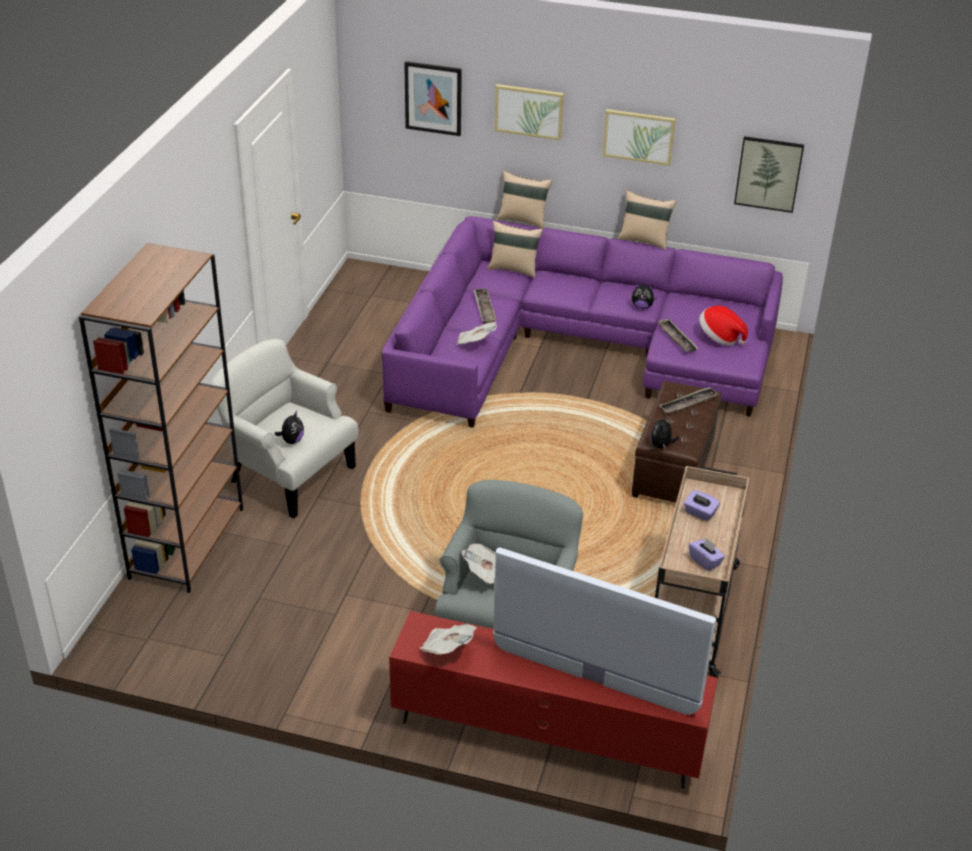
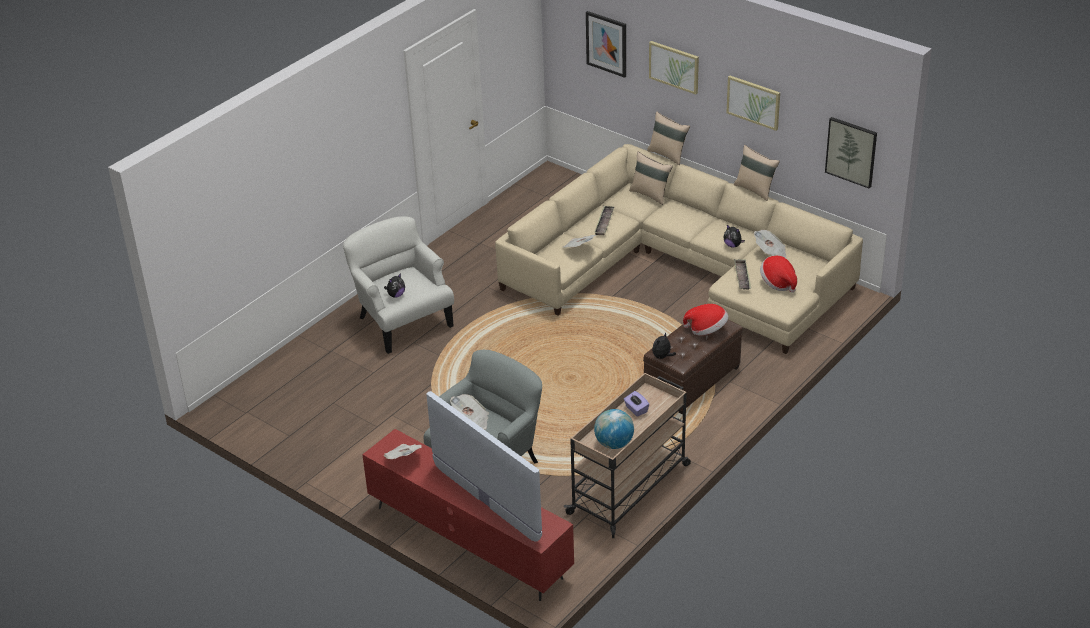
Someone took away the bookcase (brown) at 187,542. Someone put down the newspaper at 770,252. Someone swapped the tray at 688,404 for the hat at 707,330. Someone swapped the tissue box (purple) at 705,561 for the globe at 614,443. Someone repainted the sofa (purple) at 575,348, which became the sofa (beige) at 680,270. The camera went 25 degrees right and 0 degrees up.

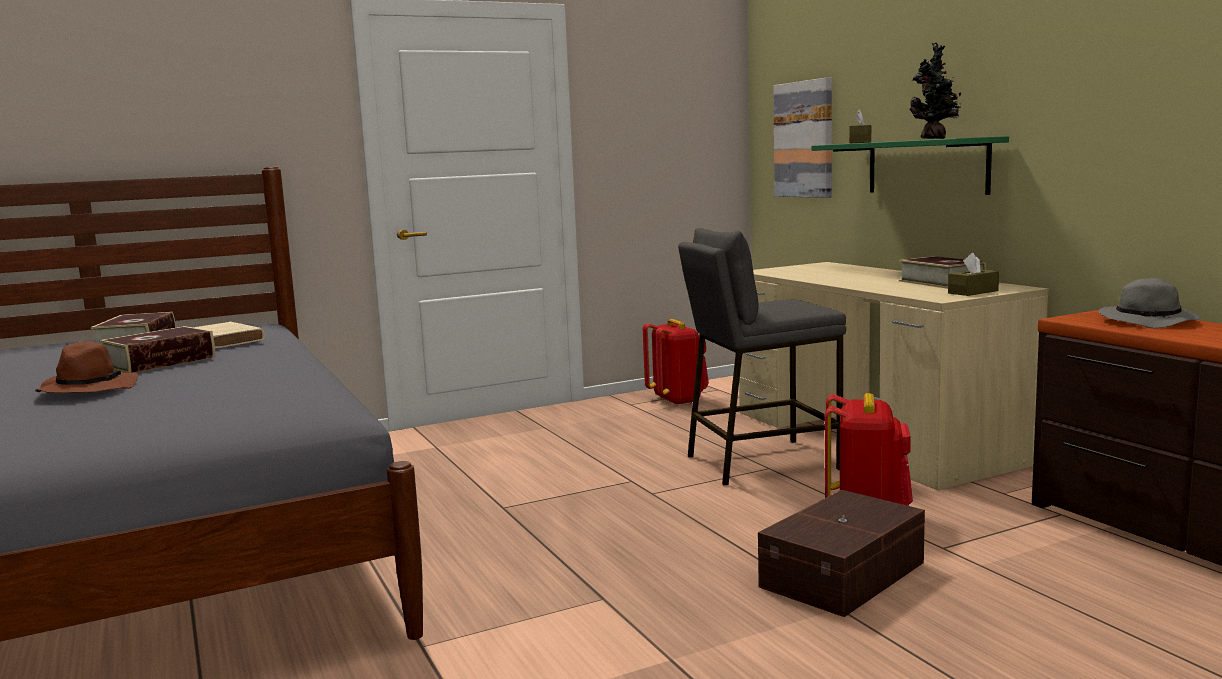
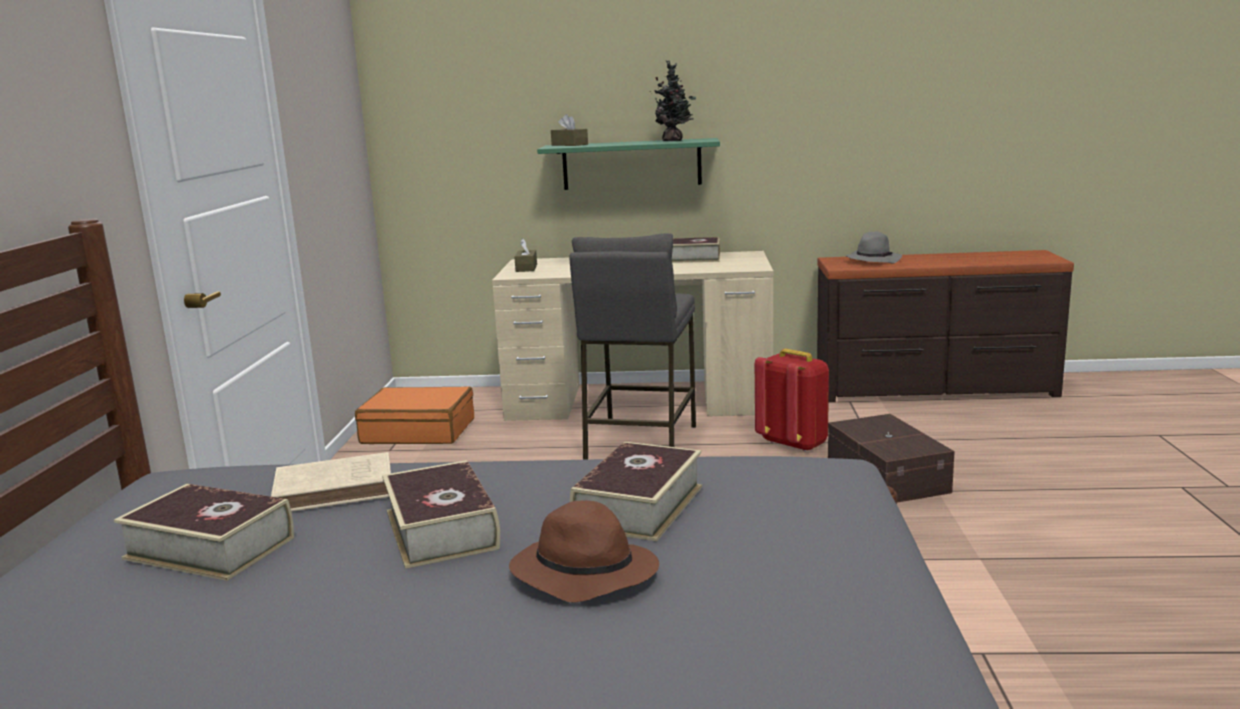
Someone took away the picture at 804,139. Someone put down the book at 639,506. Someone carried the tissue box (brown) from 973,292 to 526,268. Someone swapped the backpack (red) at 677,400 for the suitcase (orange) at 419,431. The camera went 60 degrees left and 5 degrees up.

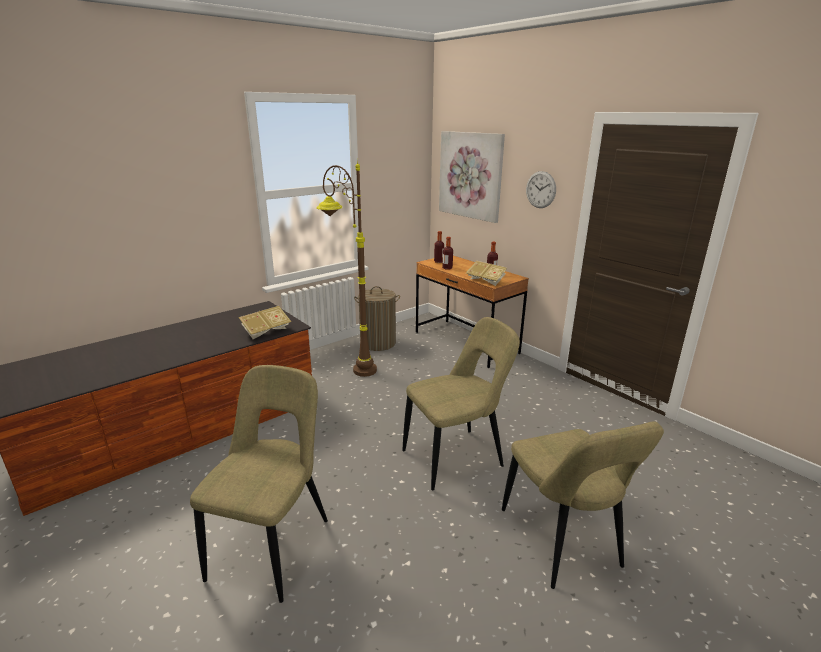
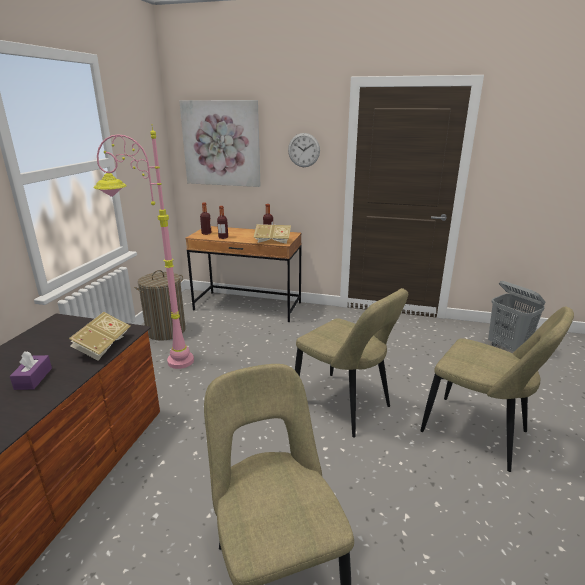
Someone put down the tissue box (purple) at 33,378. Someone put down the laundry basket (grey) at 508,348. Someone repainted the floor lamp (brown) at 351,364, which became the floor lamp (pink) at 159,360. Someone rotated the chair (beige) at 457,457 by 105 degrees clockwise. The camera went 35 degrees left and 0 degrees up.

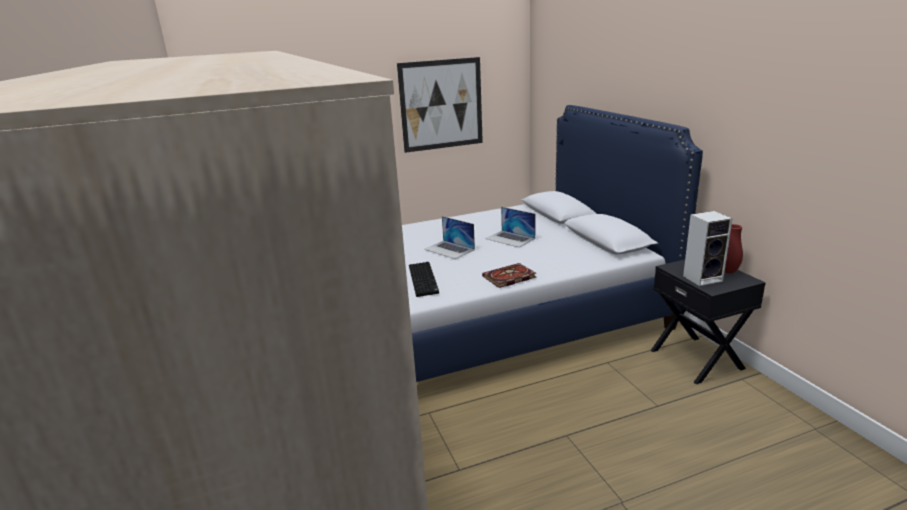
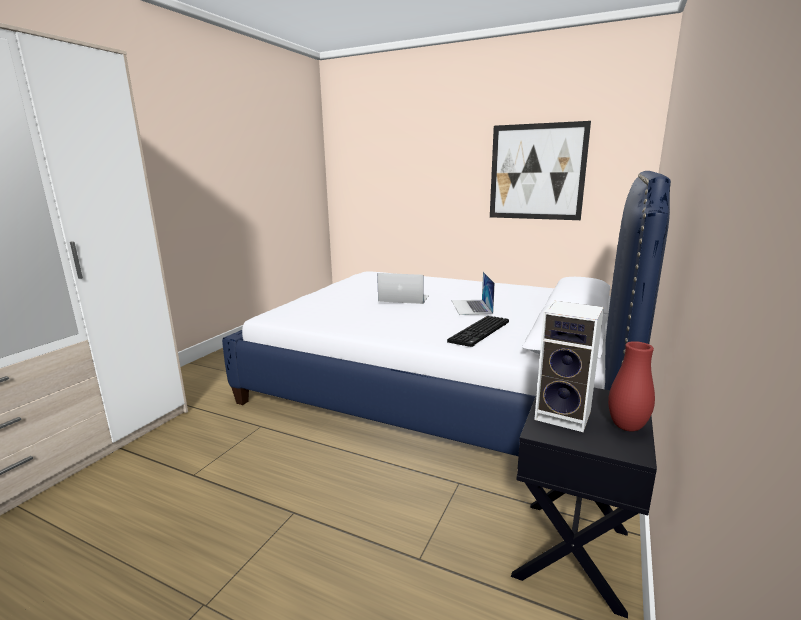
Someone took away the book at 508,278. Someone carried the keyboard from 424,280 to 480,332. Someone rotated the laptop at 449,249 by 105 degrees clockwise. The camera went 45 degrees right and 5 degrees down.

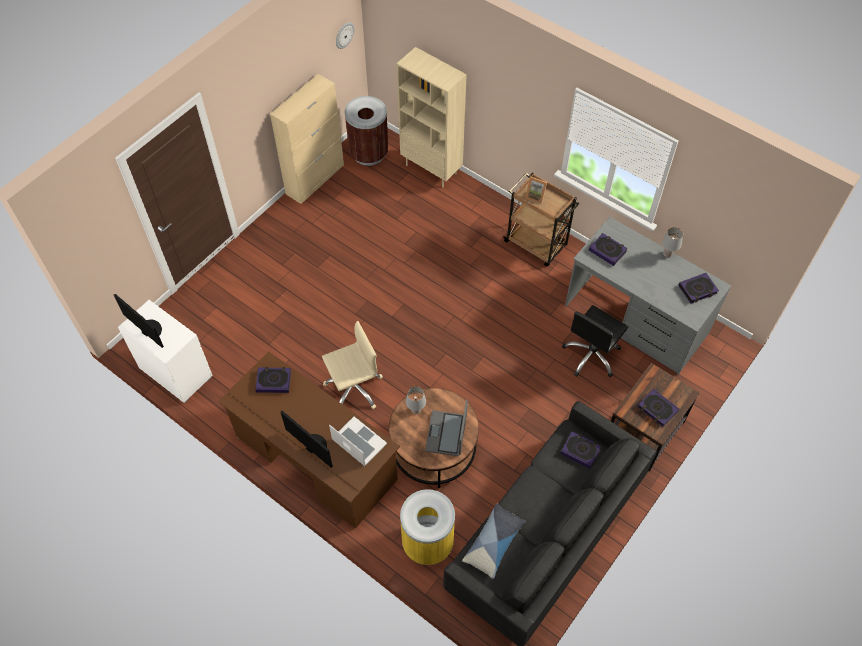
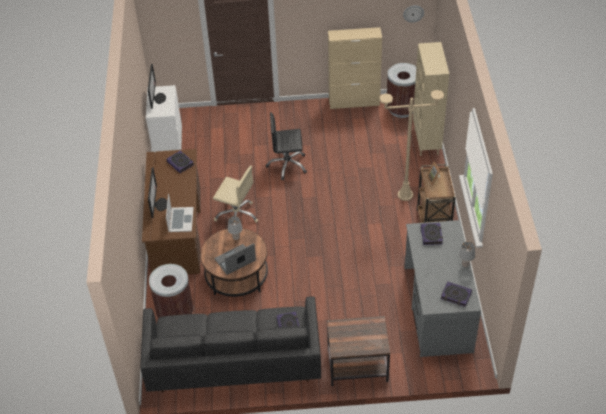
Someone took away the pillow at 494,543. Someone took away the book at 657,409. Someone put down the floor lamp (beige) at 405,195. Someone carried the office chair (black) from 591,355 to 287,165. Someone repainted the trash can (yellow) at 427,543, which became the trash can (brown) at 175,313. The camera went 50 degrees right and 10 degrees down.

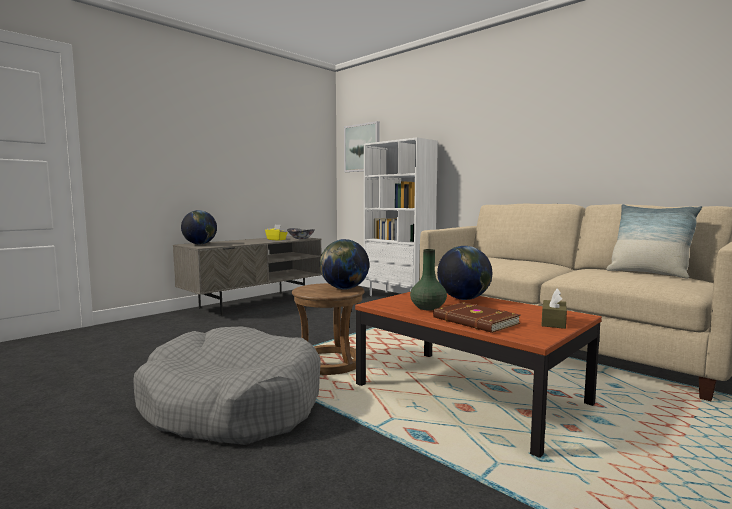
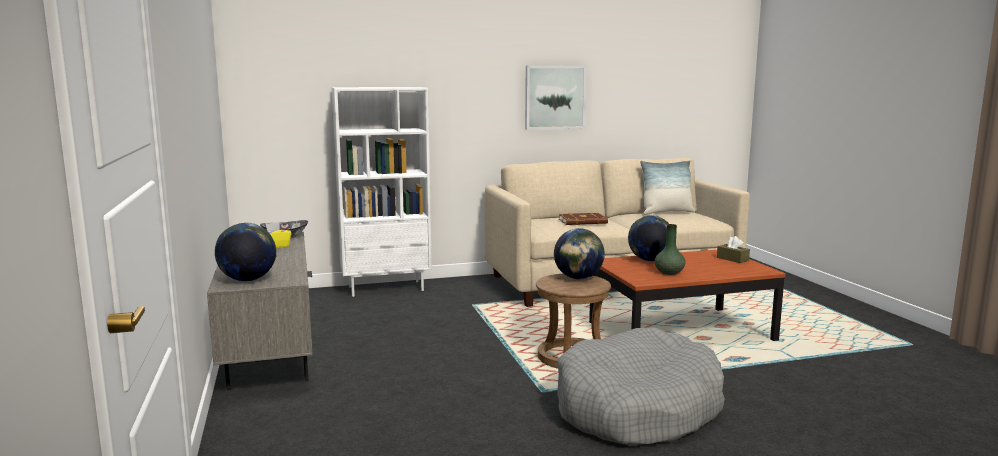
Someone carried the picture from 362,148 to 554,97. Someone carried the book (brown) from 475,321 to 583,222. The camera went 60 degrees left and 5 degrees up.

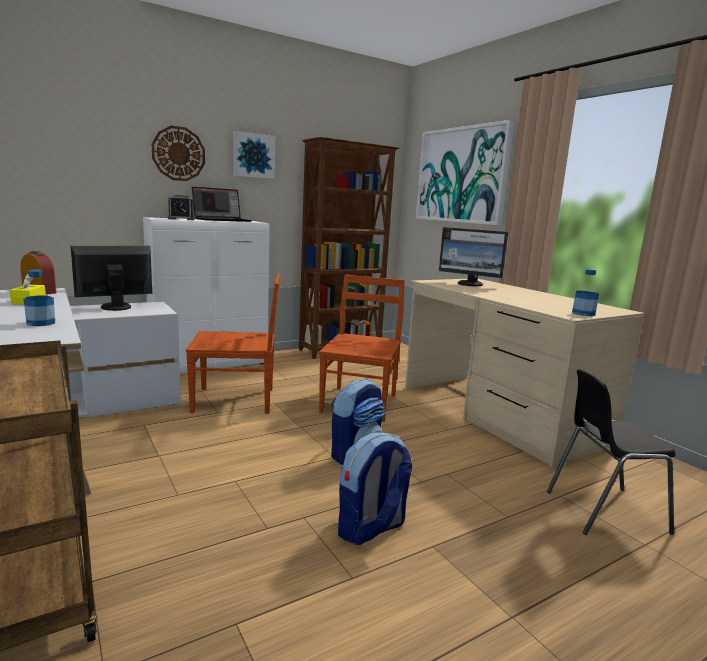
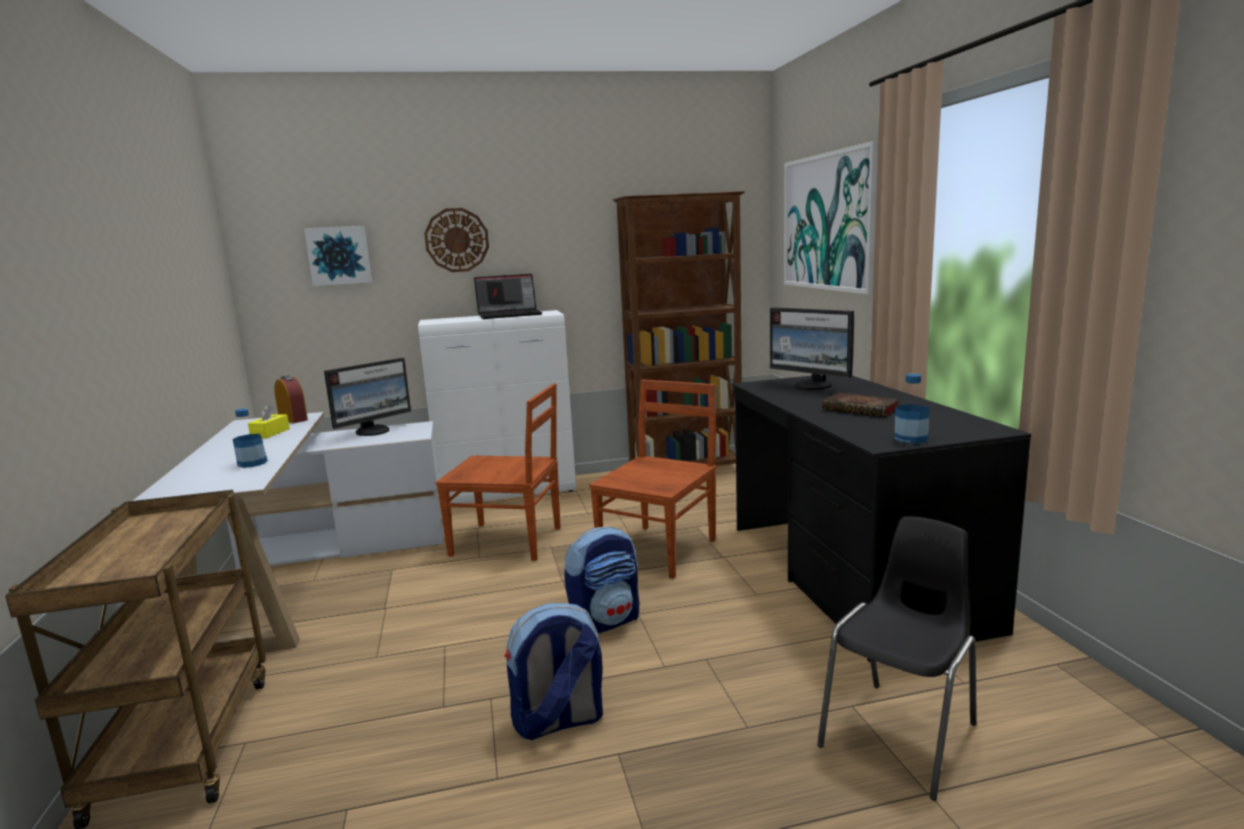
Someone took away the alarm clock at 181,219. Someone put down the book at 863,409. Someone carried the picture from 253,156 to 339,255. Someone repainted the desk (beige) at 499,413, which became the desk (black) at 850,574. Someone rotated the monitor at 115,307 by 150 degrees clockwise. Someone rotated the chair (black) at 603,511 by 120 degrees clockwise. The camera went 20 degrees right and 0 degrees up.

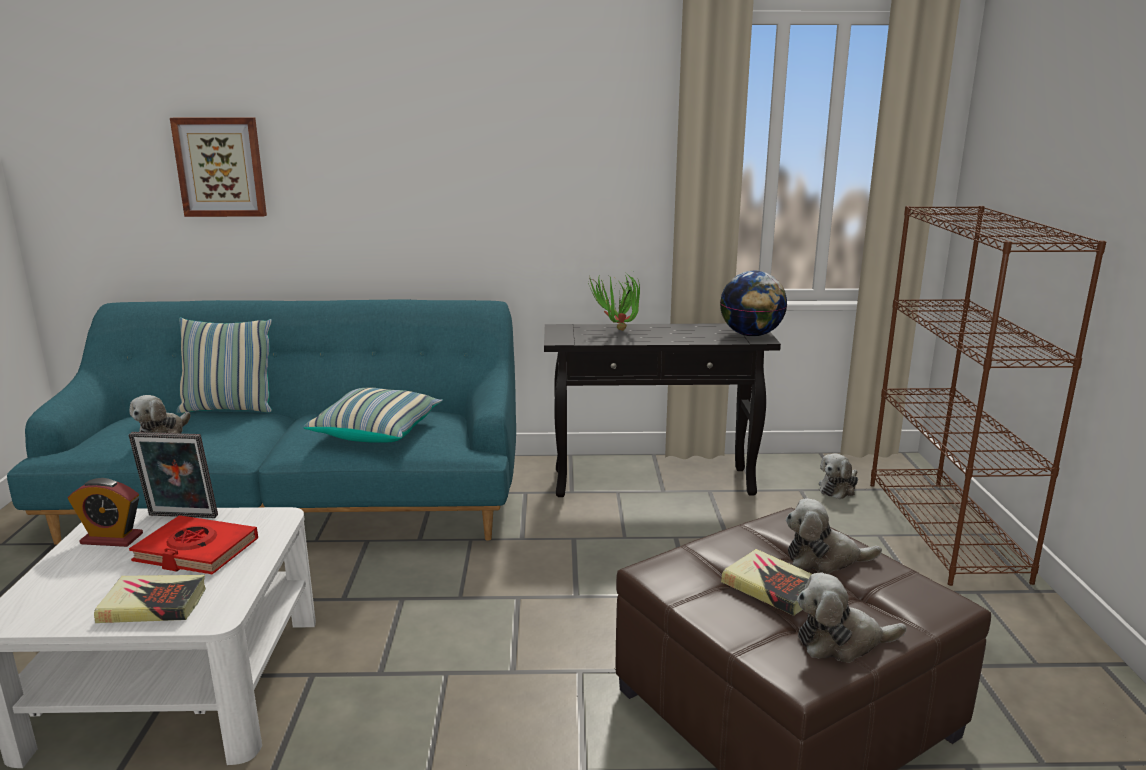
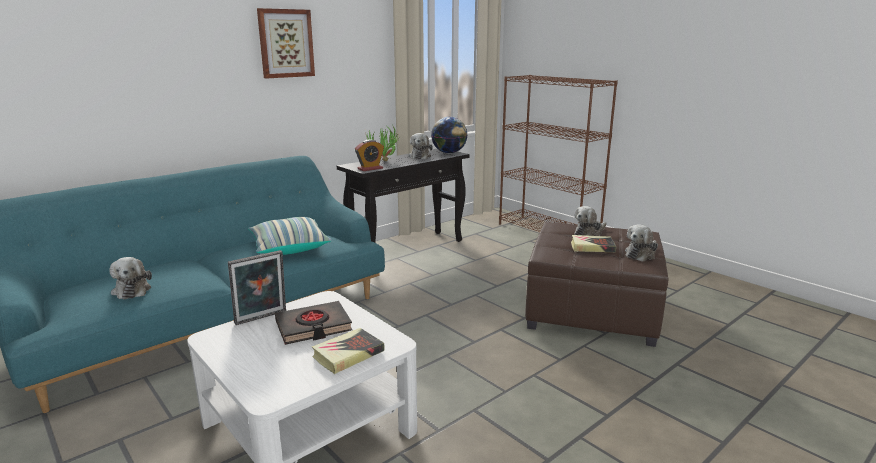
Someone took away the pillow at 228,409. Someone carried the alarm clock from 112,539 to 370,168. Someone carried the picture from 220,167 to 286,43. Someone carried the plush toy from 838,488 to 420,156. Someone repainted the book (red) at 196,551, which became the book (black) at 313,327. The camera went 40 degrees left and 0 degrees up.

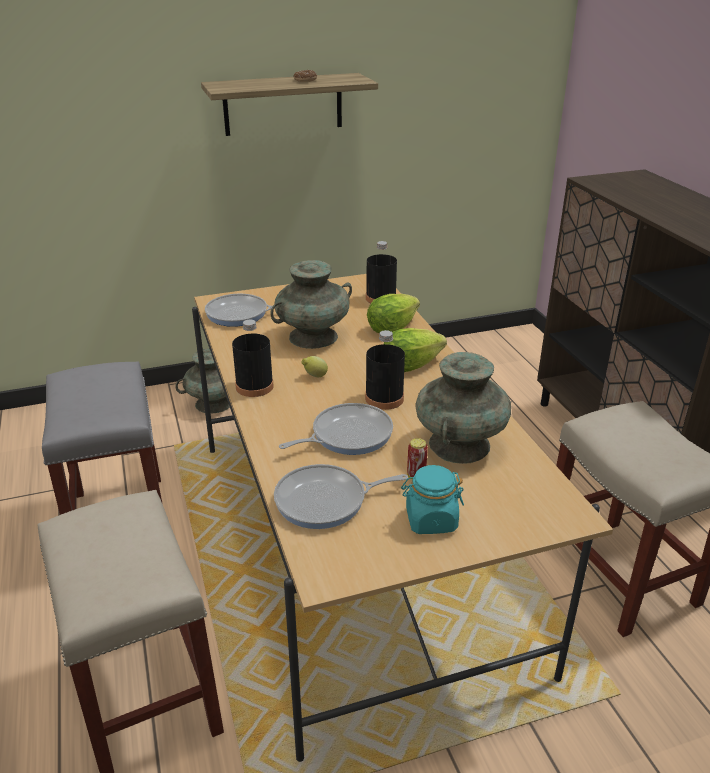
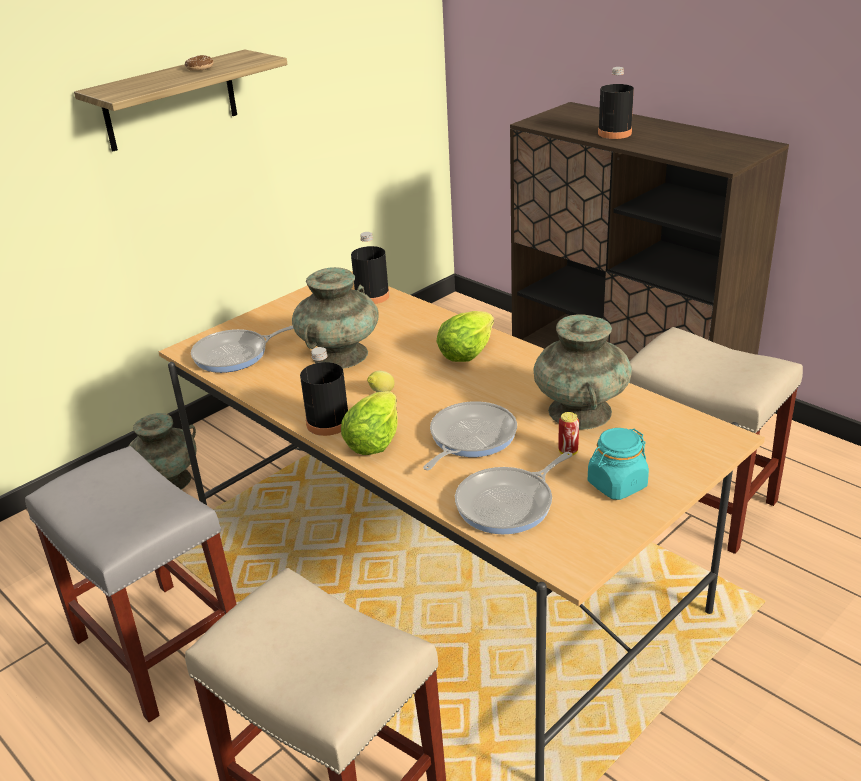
Someone carried the bottle (black) from 384,398 to 614,133. Someone carried the lettuce from 391,328 to 373,442. The camera went 25 degrees left and 0 degrees up.

